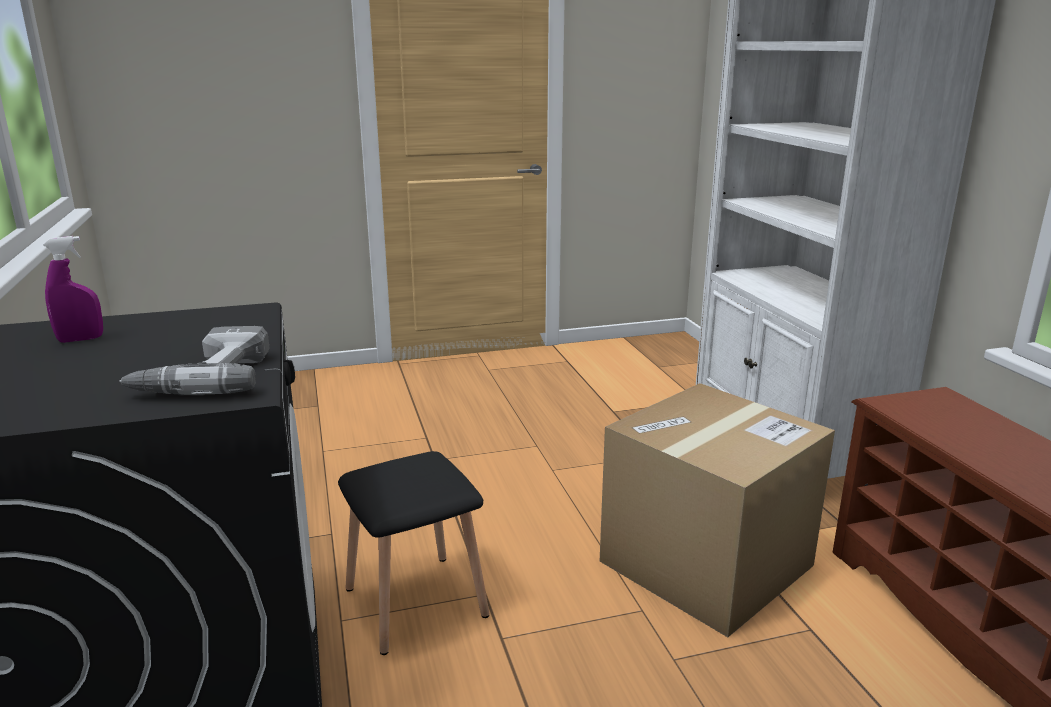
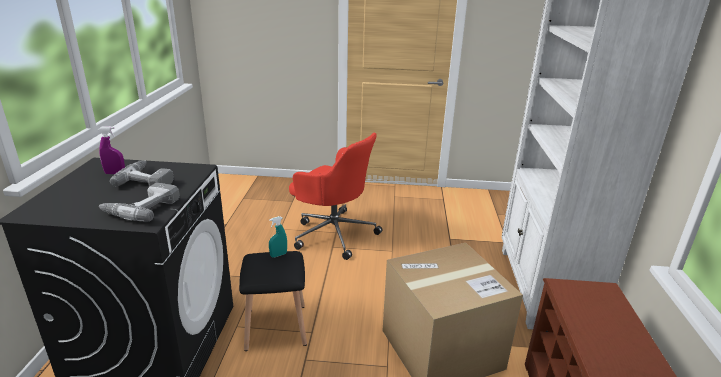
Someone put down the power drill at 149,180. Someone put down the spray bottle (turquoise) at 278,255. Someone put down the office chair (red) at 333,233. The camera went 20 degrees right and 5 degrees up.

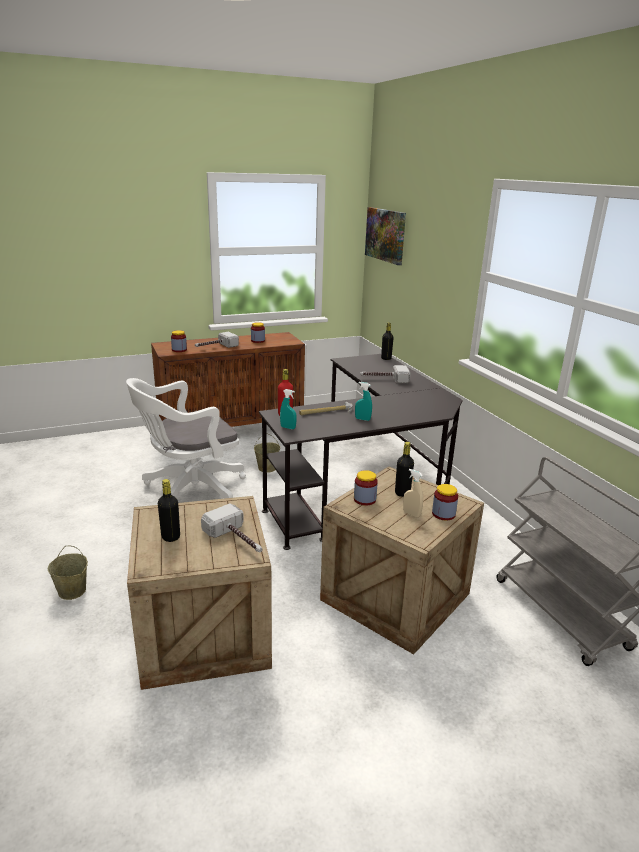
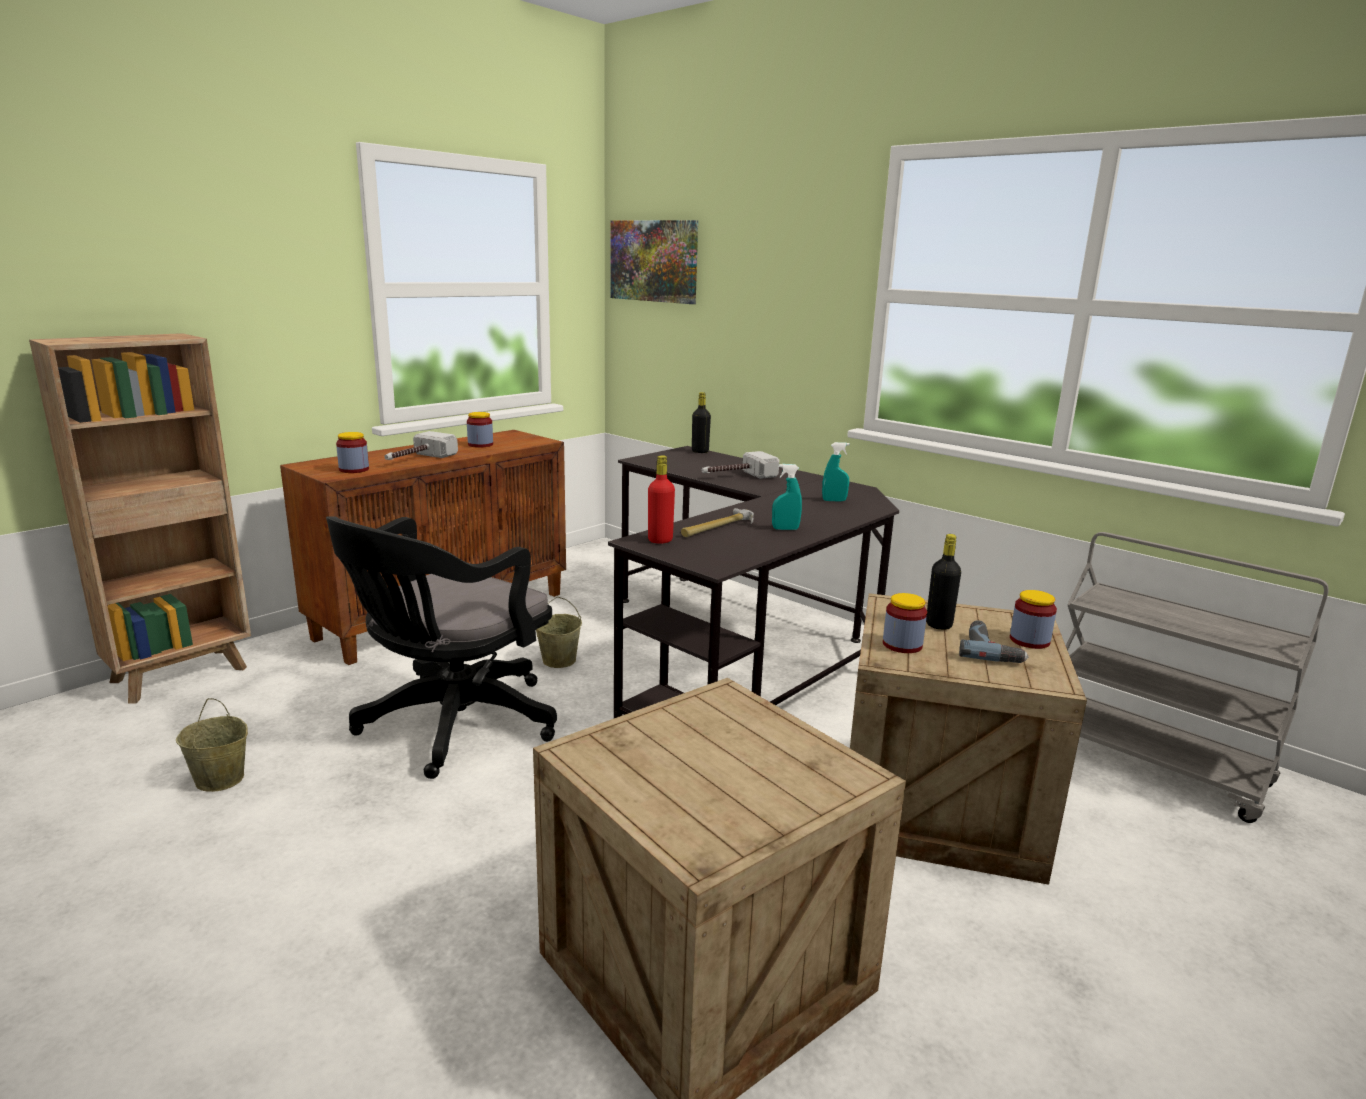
Someone took away the bottle (black) at 170,537. Someone took away the hammer at 237,540. Someone put down the bookcase (brown) at 183,674. Someone carried the bucket (beige) from 72,591 to 221,779. Someone carried the spray bottle (turquoise) from 288,428 to 834,500. Someone swapped the spray bottle (beige) at 411,514 for the power drill at 991,650. Someone repainted the office chair (white) at 189,490, which became the office chair (black) at 451,726. The camera went 25 degrees left and 5 degrees down.

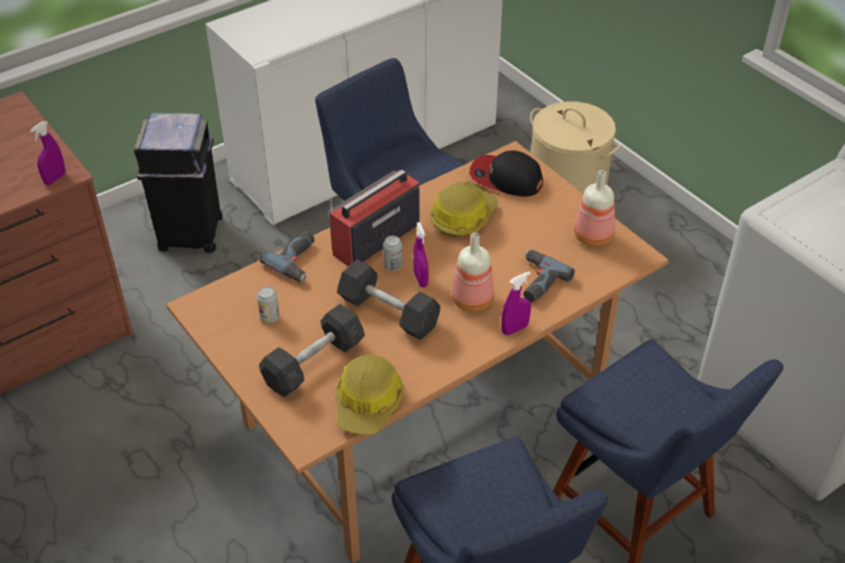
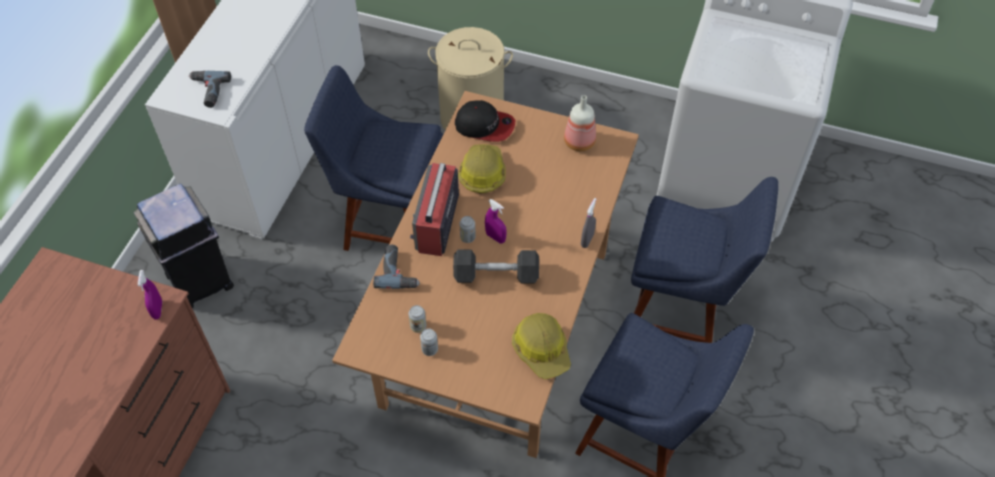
Someone took away the dumbbell (grey) at 313,363. Someone took away the bottle at 473,301. Someone put down the can at 430,349. Someone carried the power drill from 536,281 to 207,91. Someone repainted the spray bottle (purple) at 514,329, which became the spray bottle (grey) at 587,240. Someone rotated the cap at 505,179 by 150 degrees counterclockwise. The camera went 35 degrees left and 10 degrees up.

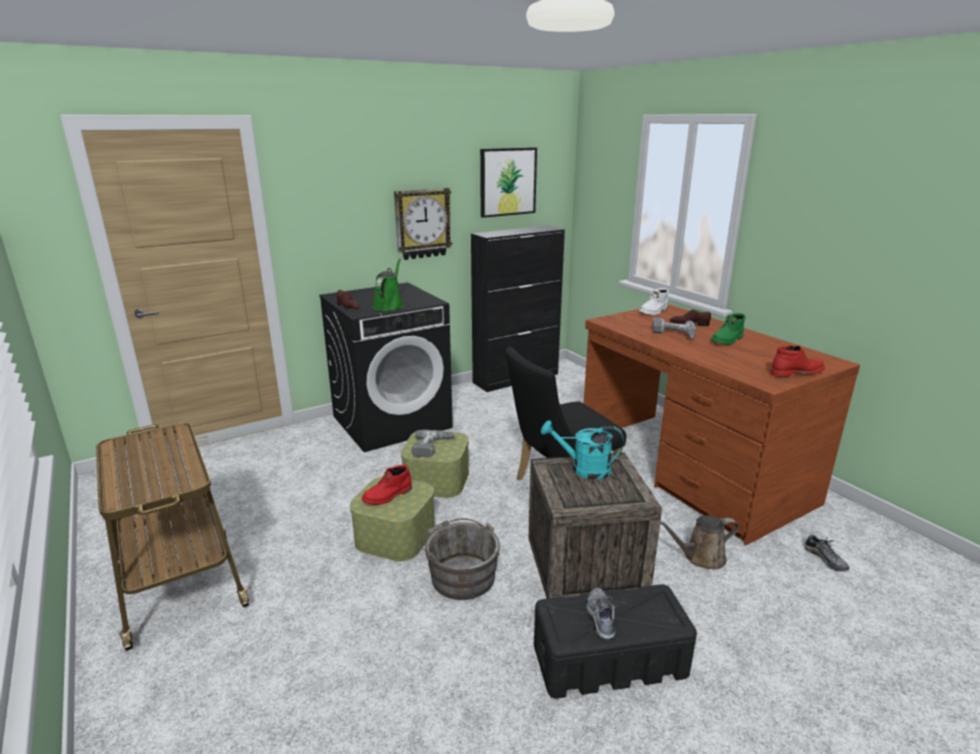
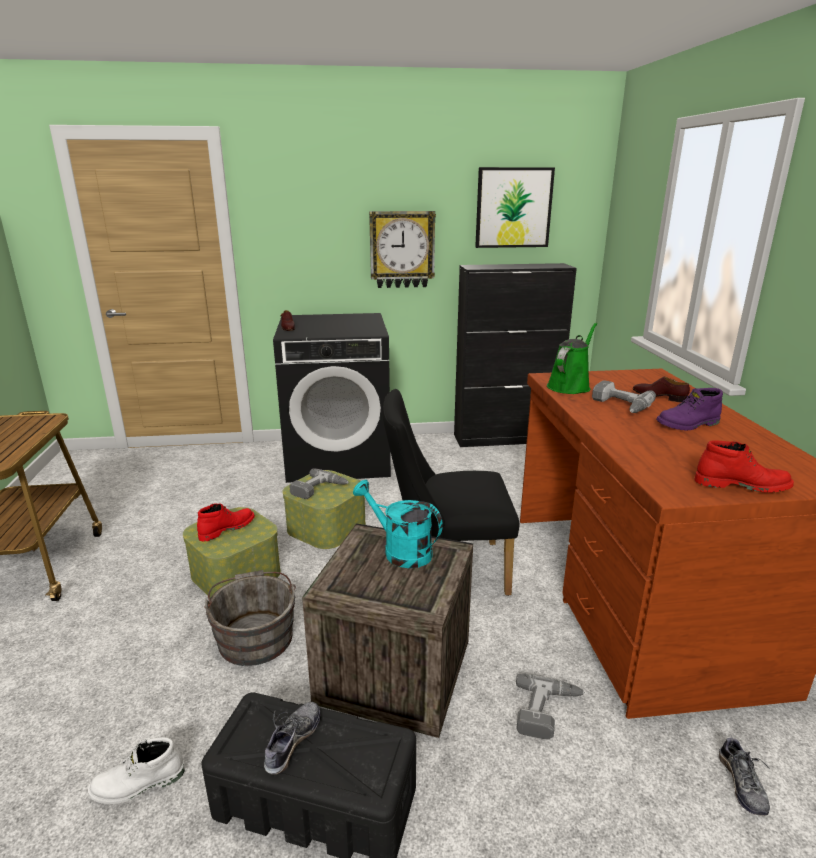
Someone carried the watering can (green) from 389,305 to 570,386. Someone carried the boot (white) from 654,312 to 138,785. Someone swapped the watering can (brown) at 700,557 for the power drill at 548,712. Someone repainted the boot (green) at 727,340, which became the boot (purple) at 688,425. Someone rotated the boot (red) at 388,496 by 150 degrees clockwise. The camera went 25 degrees right and 0 degrees up.

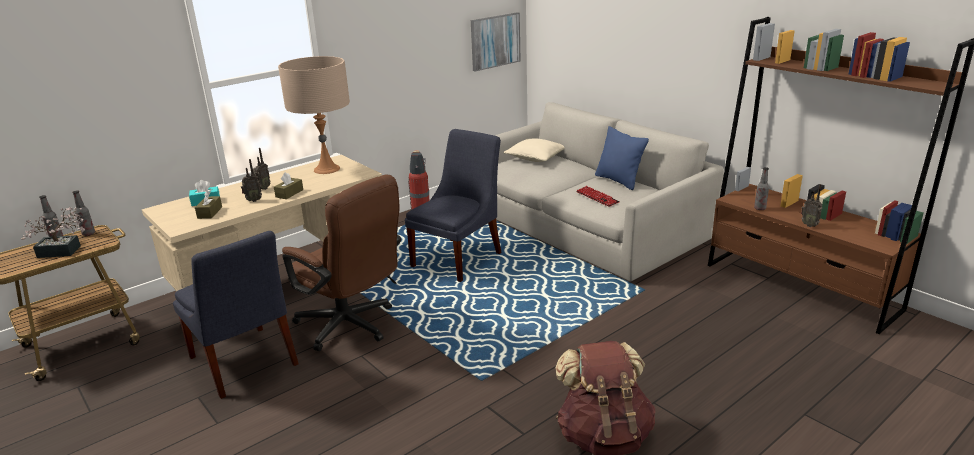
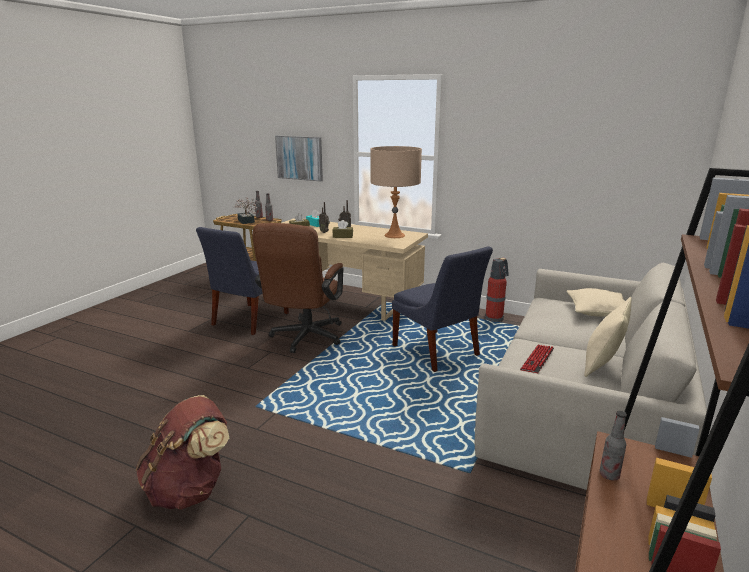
Someone took away the radio at 809,225. Someone carried the picture from 495,41 to 299,158. Someone repainted the pillow (blue) at 619,181, which became the pillow (beige) at 602,365. Someone rotated the chair (blue) at 459,258 by 45 degrees clockwise. The camera went 65 degrees right and 5 degrees down.

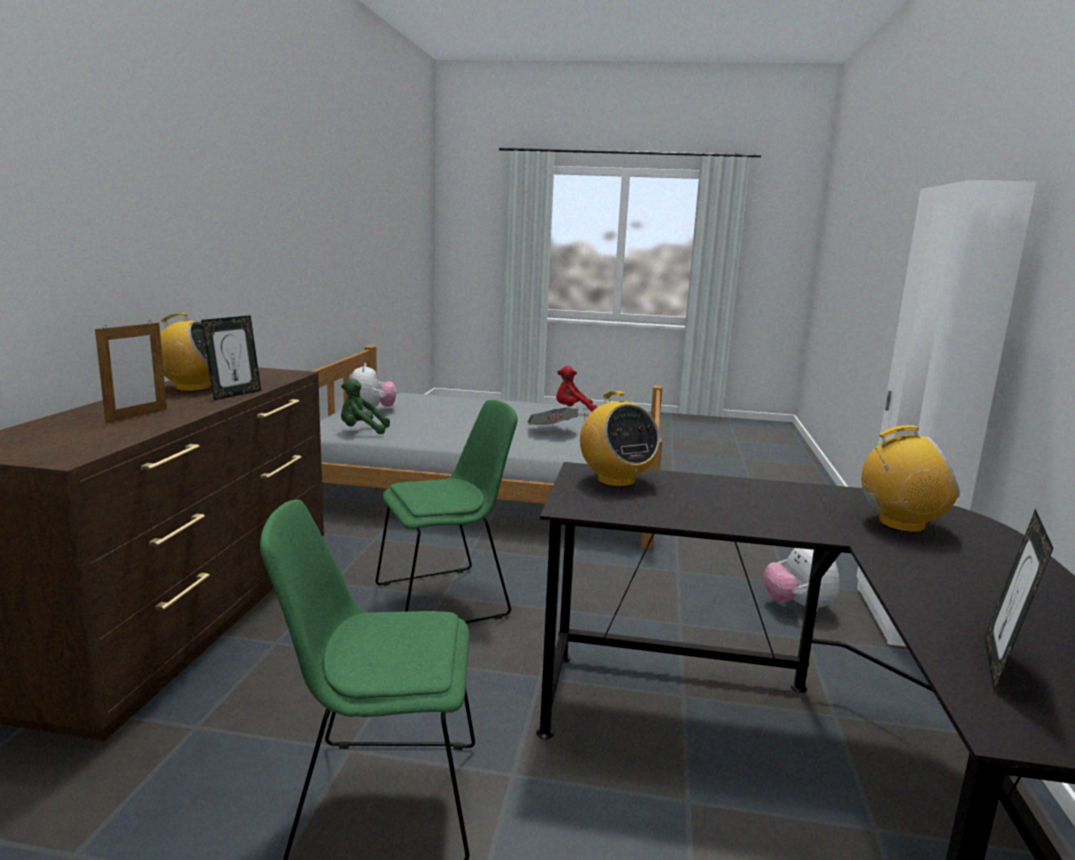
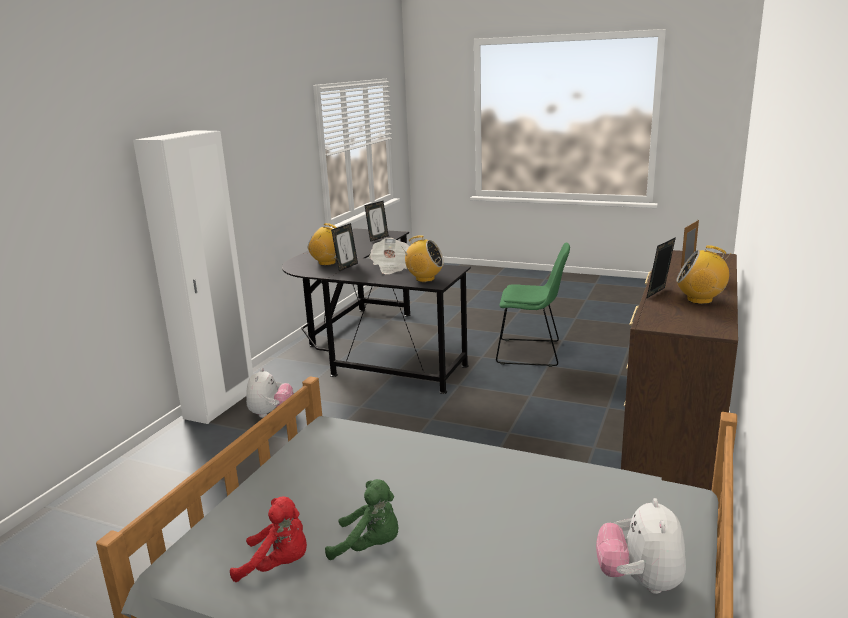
Someone took away the chair (green) at 447,599. Someone put down the picture frame at 346,267. Someone carried the plush toy (green) from 361,431 to 369,546. Someone carried the newspaper from 551,431 to 391,267. Someone rotated the radio at 615,481 by 120 degrees clockwise. The camera went 165 degrees left and 5 degrees up.

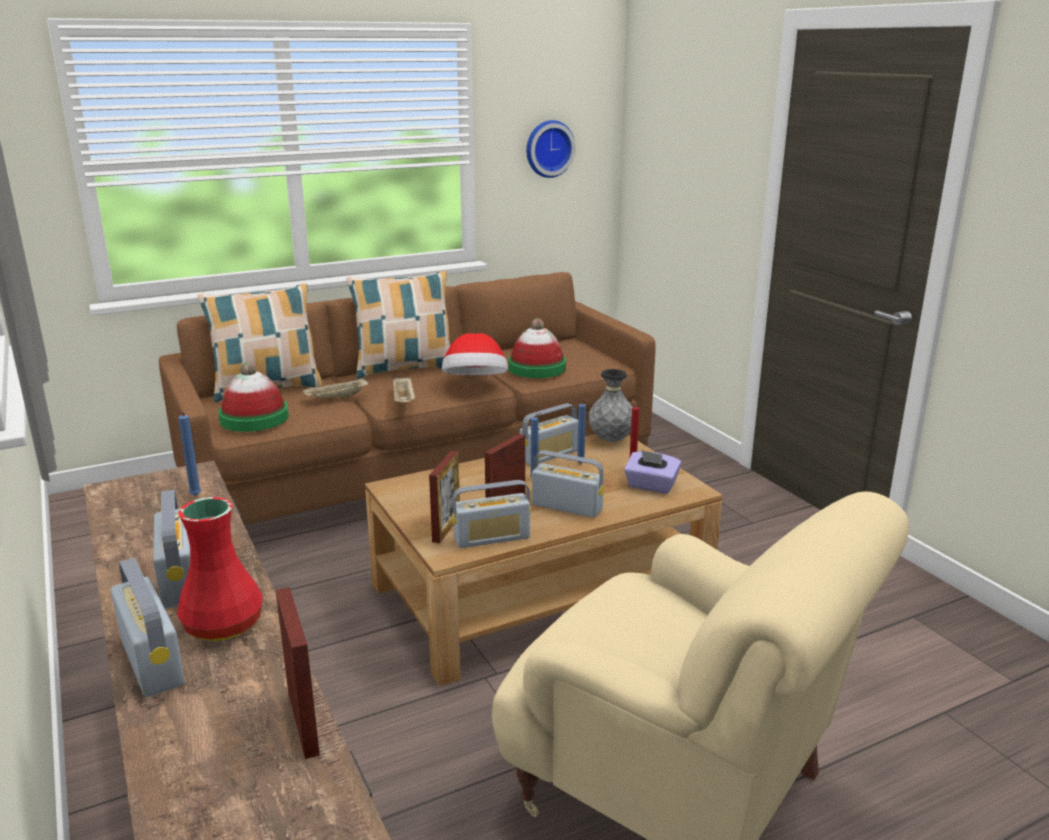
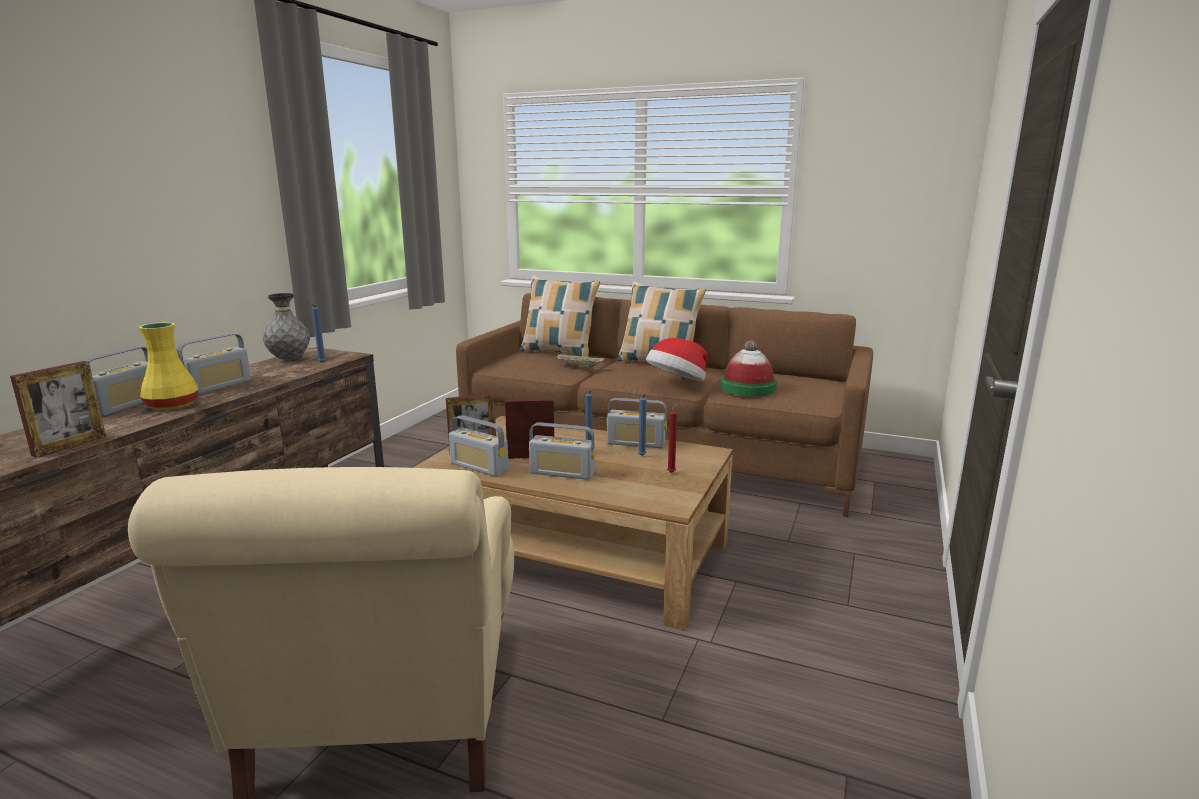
Someone took away the hat at 254,418. Someone took away the tray (beige) at 404,400. Someone took away the wall clock at 548,148. Someone took away the tissue box (purple) at 651,486. Someone carried the vase (grey) from 611,440 to 289,359. Someone repainted the vase (red) at 224,626, which became the vase (yellow) at 171,406. Someone rotated the radio at 566,507 by 120 degrees clockwise. The camera went 50 degrees right and 5 degrees down.

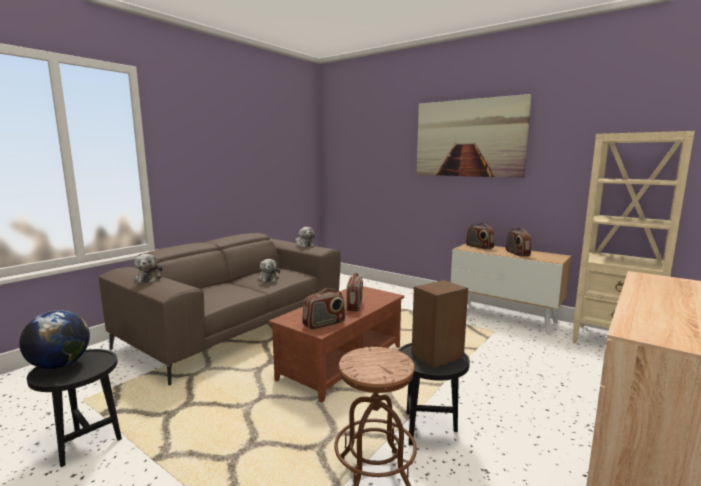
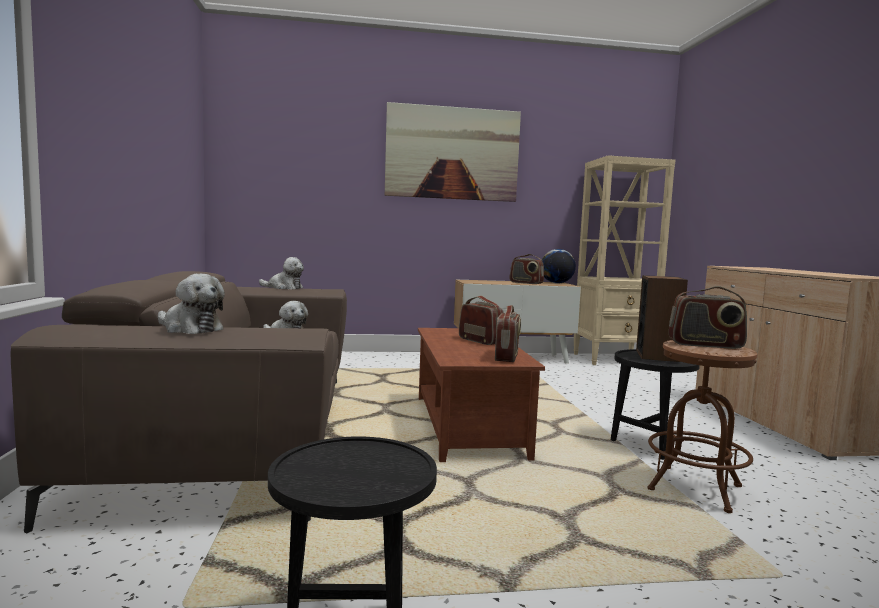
Someone carried the globe from 59,365 to 556,283. Someone carried the radio from 479,247 to 705,345. The camera went 45 degrees left and 5 degrees down.

